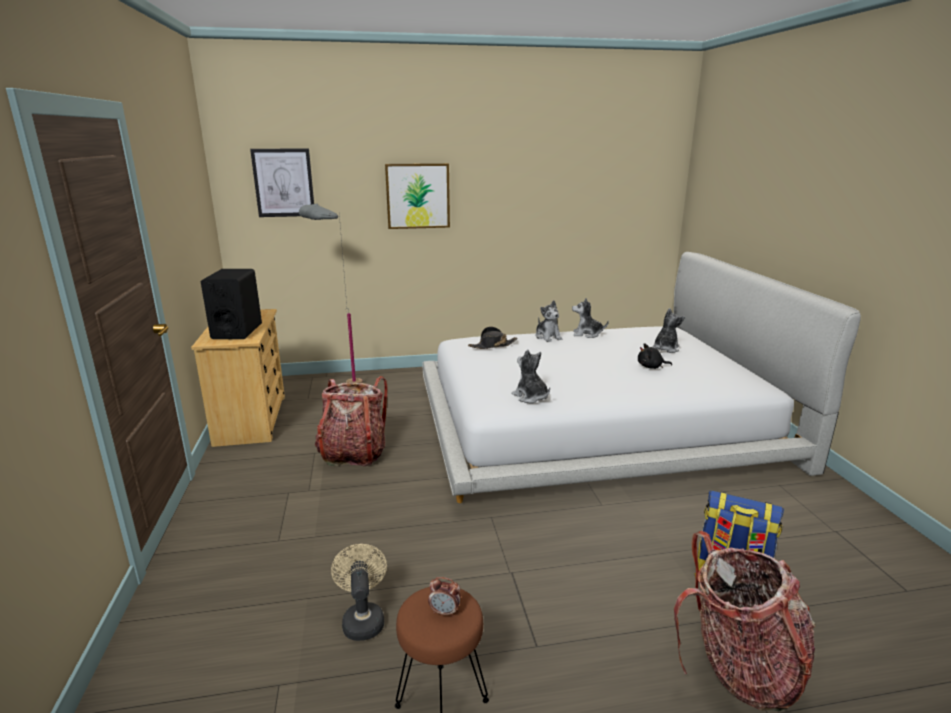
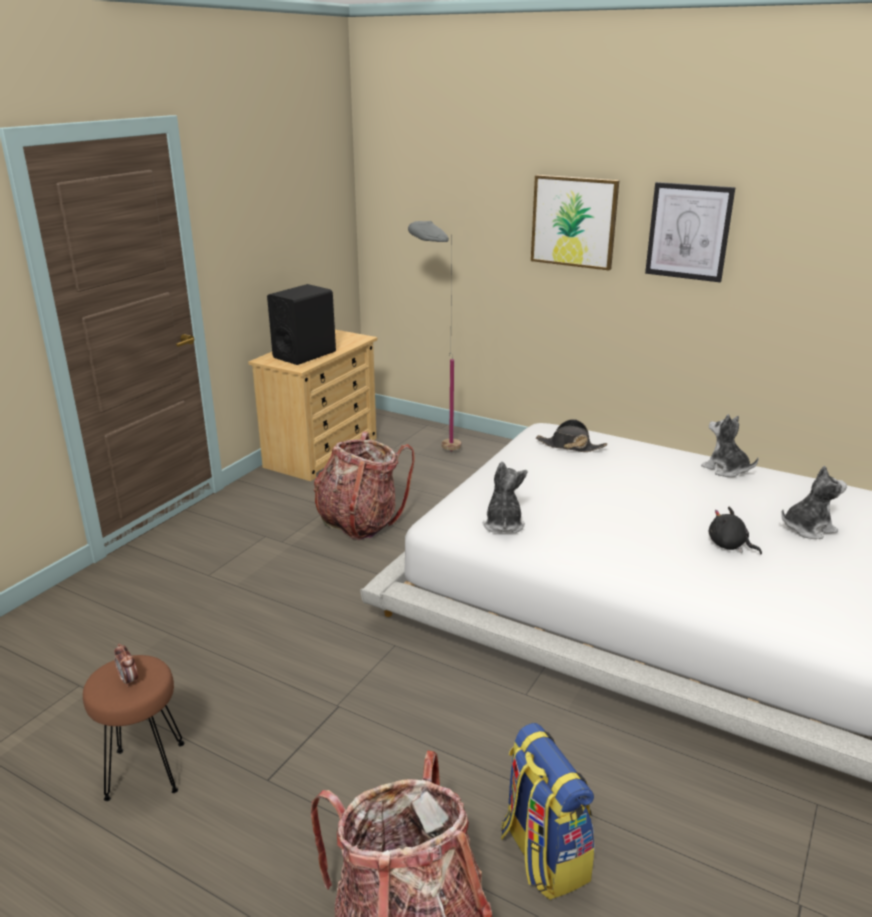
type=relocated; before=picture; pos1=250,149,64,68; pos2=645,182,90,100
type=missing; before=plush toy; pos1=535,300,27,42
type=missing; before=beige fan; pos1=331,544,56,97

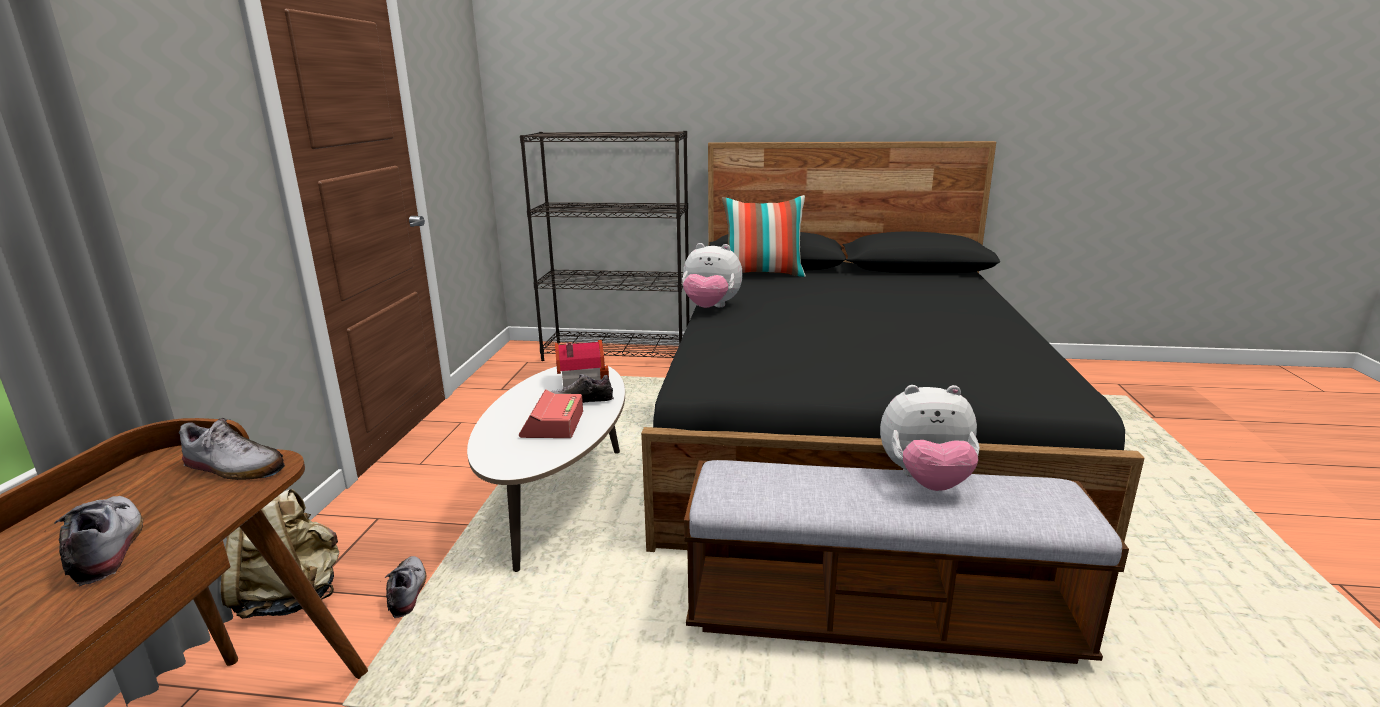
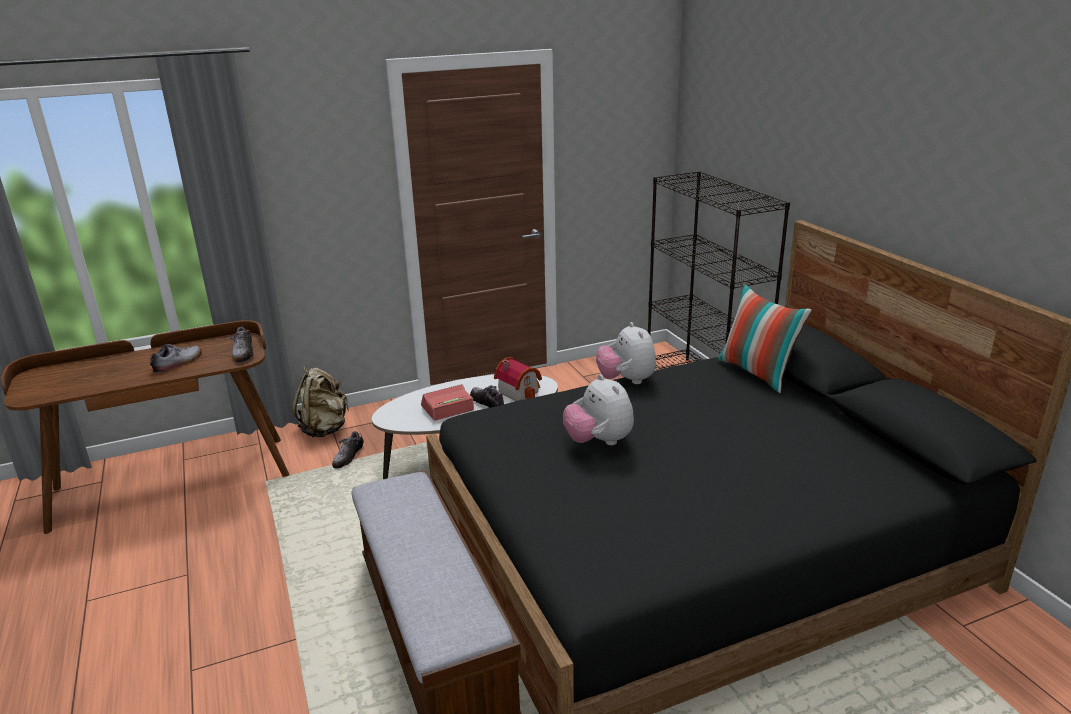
type=relocated; before=plush toy; pos1=880,385,100,106; pos2=563,374,71,71
type=spun; before=shoe; pos1=385,556,41,62; pos2=332,431,32,37; turn=150

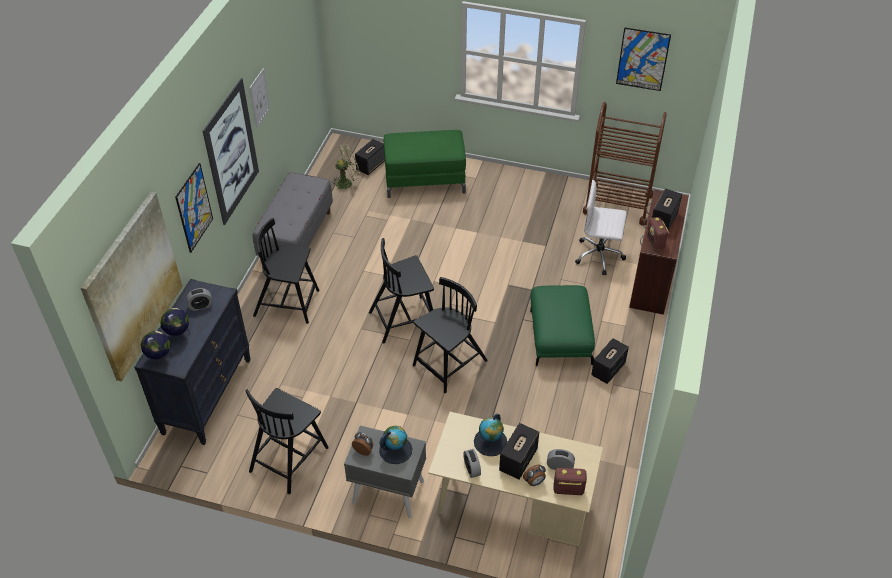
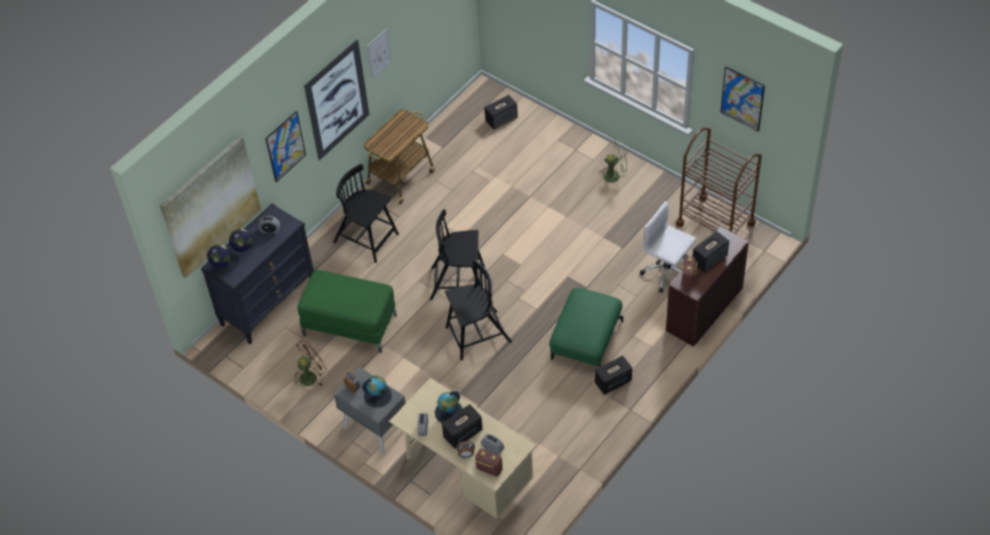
type=relocated; before=green ottoman; pos1=384,130,82,68; pos2=297,270,100,83
type=relocated; before=green fan; pos1=331,144,29,48; pos2=599,141,28,46
type=exchanged; before=grey bench; after=cart; pos1=253,172,80,91; pos2=363,109,72,95
type=exchanged; before=black chair; after=brown fan; pos1=245,388,84,106; pos2=293,340,34,46

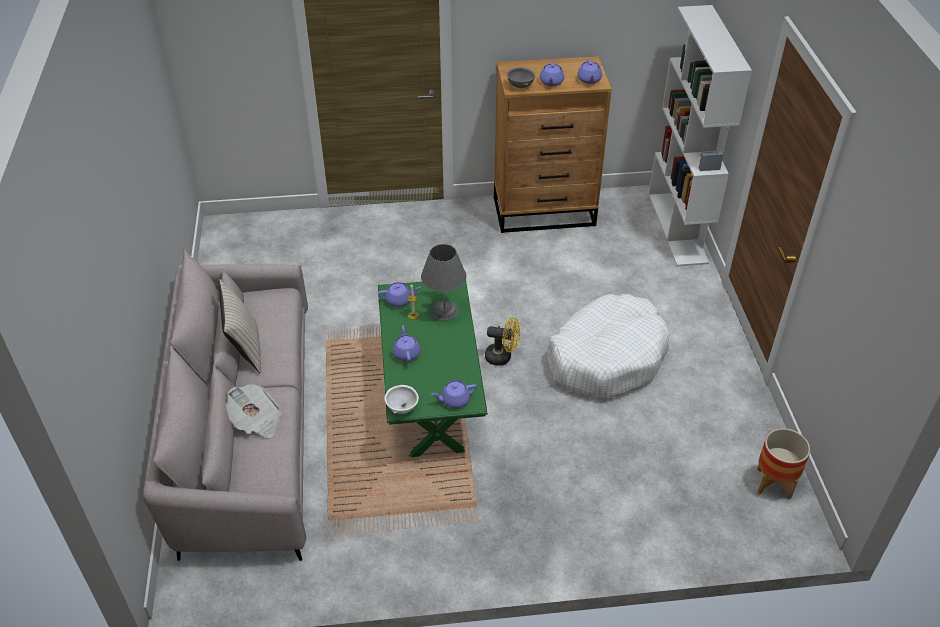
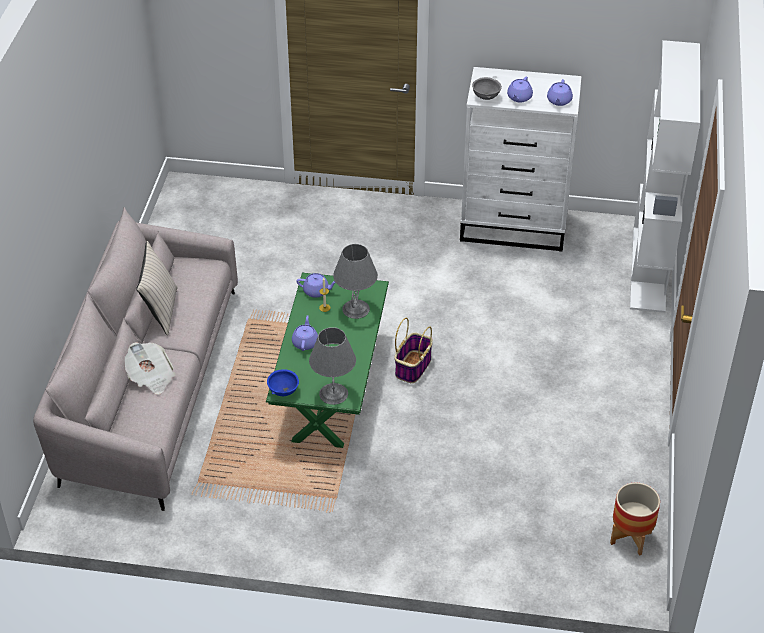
type=colour; before=brown dresser; after=white dresser; pos1=494,56,118,177; pos2=460,67,122,185
type=missing; before=white dog bed; pos1=548,294,122,104
type=exchanged; before=yellow fan; after=basket; pos1=485,317,35,49; pos2=394,318,39,65
type=exchanged; before=purple teapot; after=grey table lamp; pos1=431,380,46,28; pos2=309,327,47,78
type=colour; before=white bowl; after=blue bowl; pos1=385,385,34,29; pos2=267,370,32,26

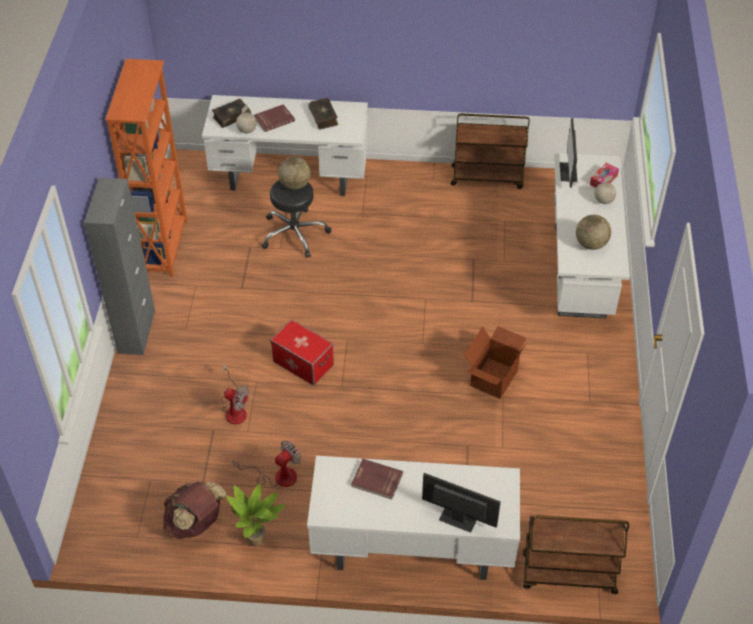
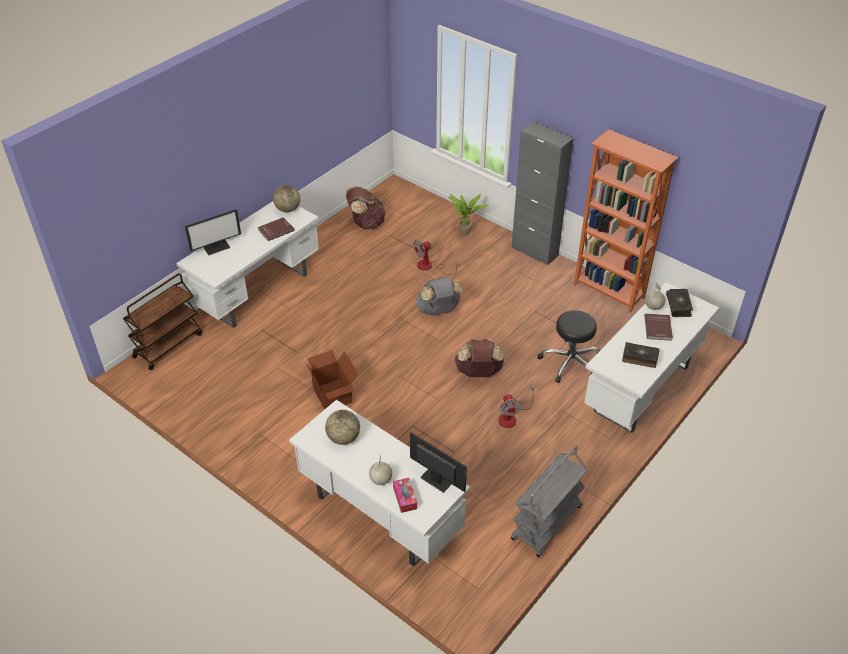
type=colour; before=brown cart; after=grey cart; pos1=451,114,78,75; pos2=511,445,77,112
type=relocated; before=globe; pos1=278,157,33,33; pos2=273,185,27,27
type=exchanged; before=storage box; after=grey backpack; pos1=270,319,64,67; pos2=416,277,47,39
type=relocated; before=fan; pos1=232,441,69,46; pos2=498,385,37,43
type=relocated; before=potted plant; pos1=226,483,60,63; pos2=449,194,40,42
type=appeared; after=brown backpack; pos2=454,339,50,38

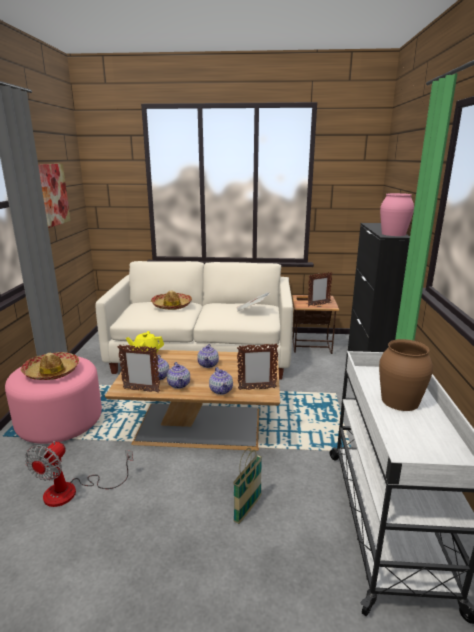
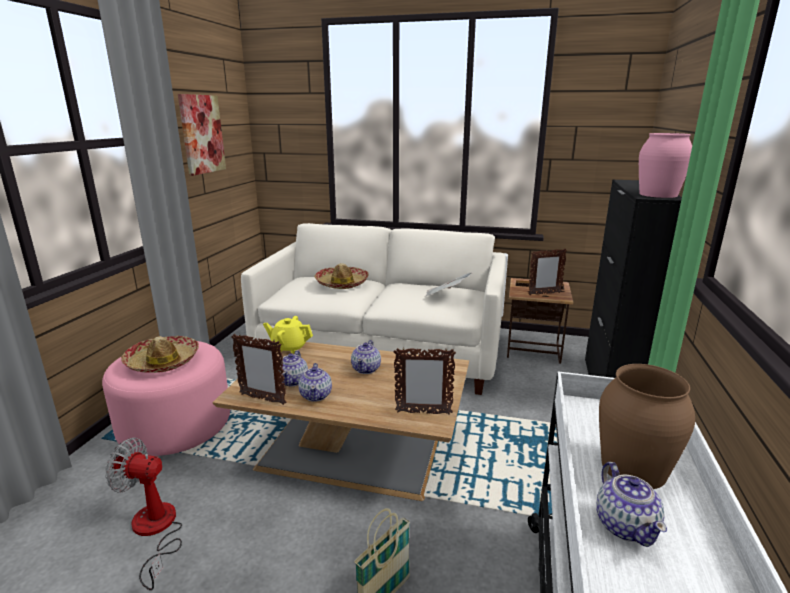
type=relocated; before=teapot; pos1=209,367,24,28; pos2=596,462,71,85
type=spun; before=fan; pos1=25,441,108,66; pos2=105,438,77,152; turn=75

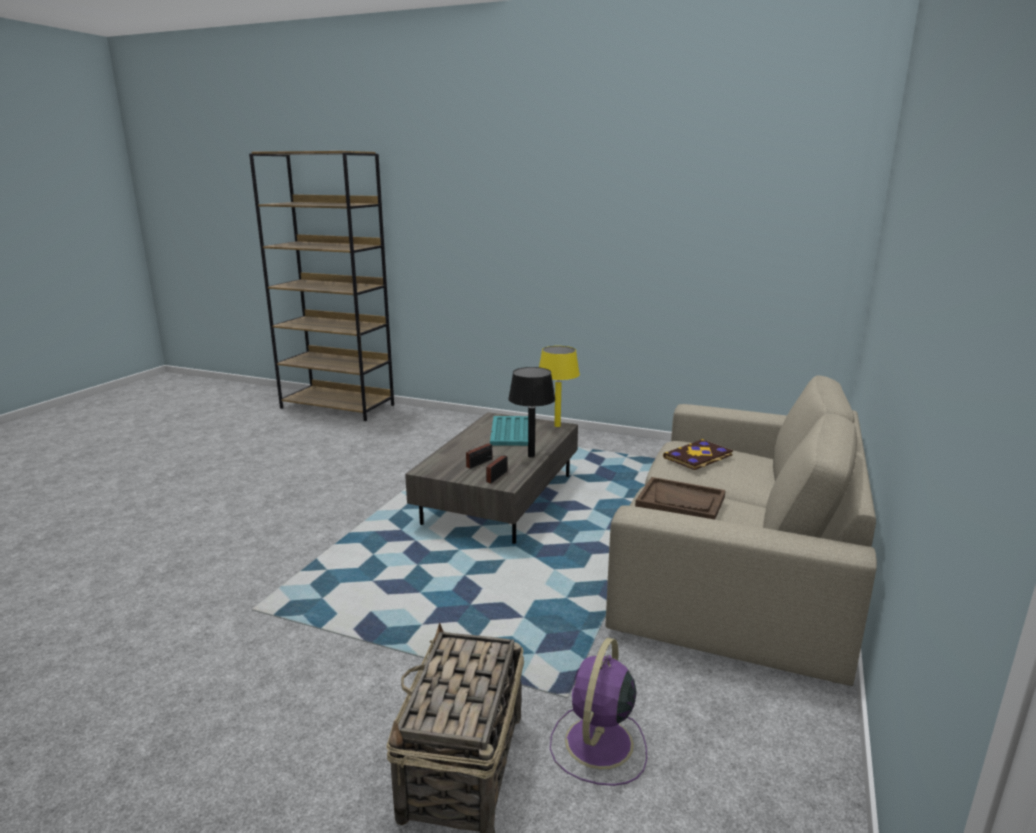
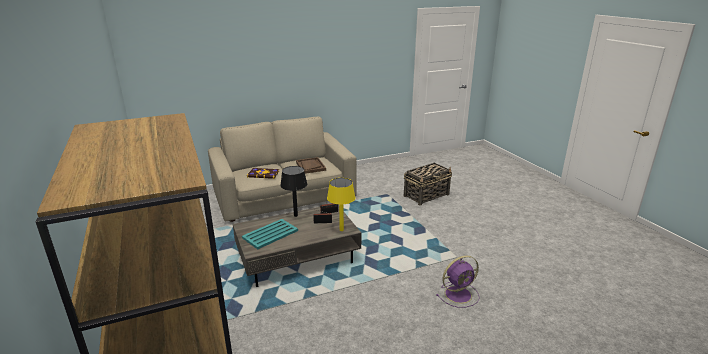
type=relocated; before=yellow table lamp; pos1=539,346,41,81; pos2=327,178,29,53
type=relocated; before=purple fan; pos1=550,638,97,148; pos2=436,255,44,53

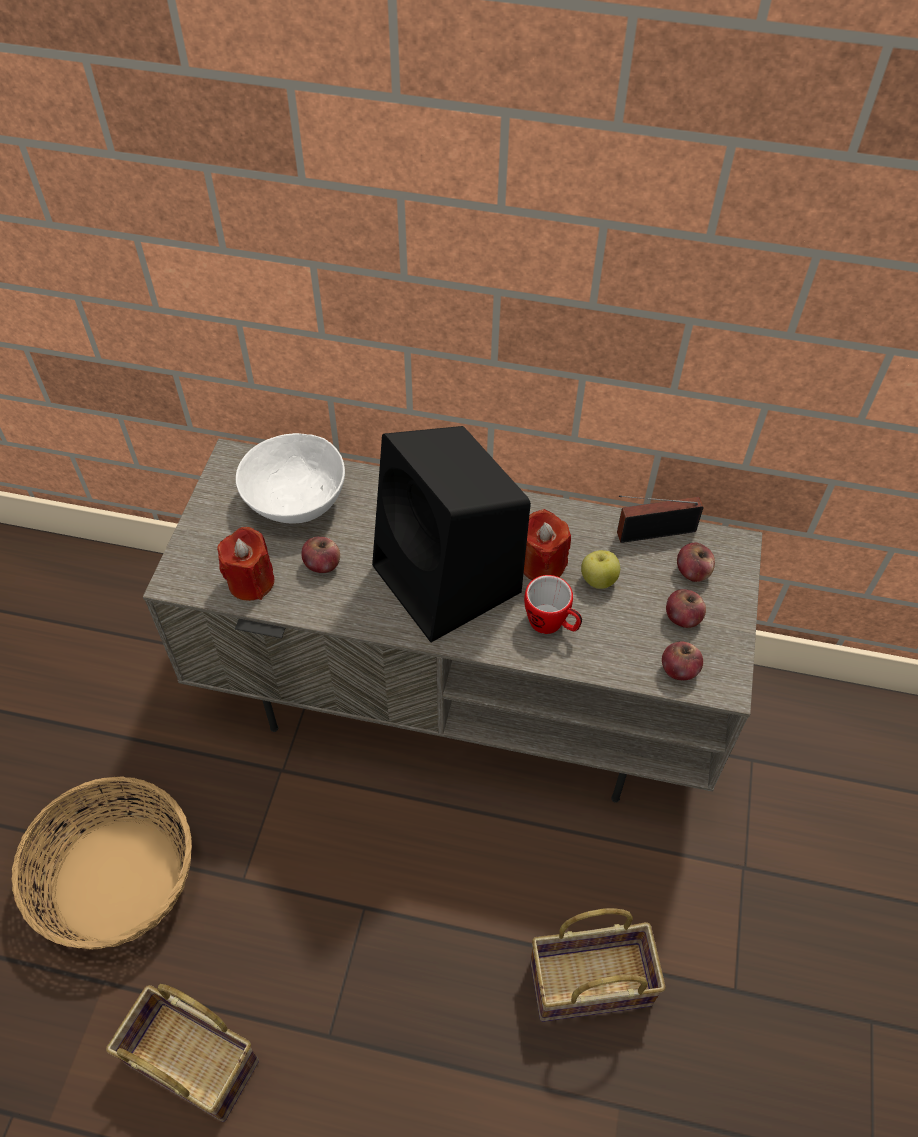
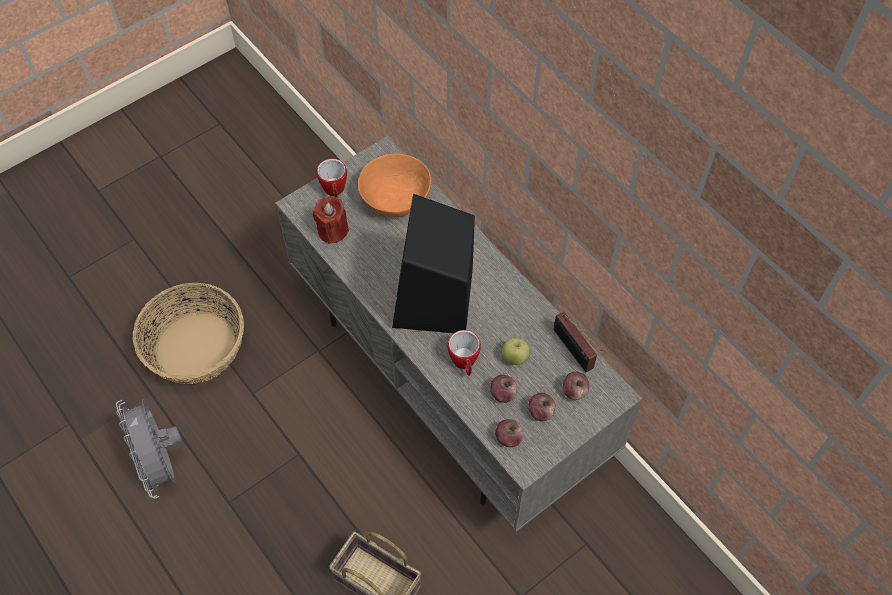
type=colour; before=white bowl; after=orange bowl; pos1=236,433,109,90; pos2=358,154,73,63
type=spun; before=radio; pos1=617,495,87,48; pos2=554,312,48,60; turn=-150
type=missing; before=red candle; pos1=524,509,47,71
type=relocated; before=apple; pos1=301,537,39,36; pos2=490,375,27,28
type=exchanged; before=basket; after=grey fan; pos1=106,984,153,138; pos2=116,399,65,100
type=appeared; after=mug; pos2=317,159,30,38

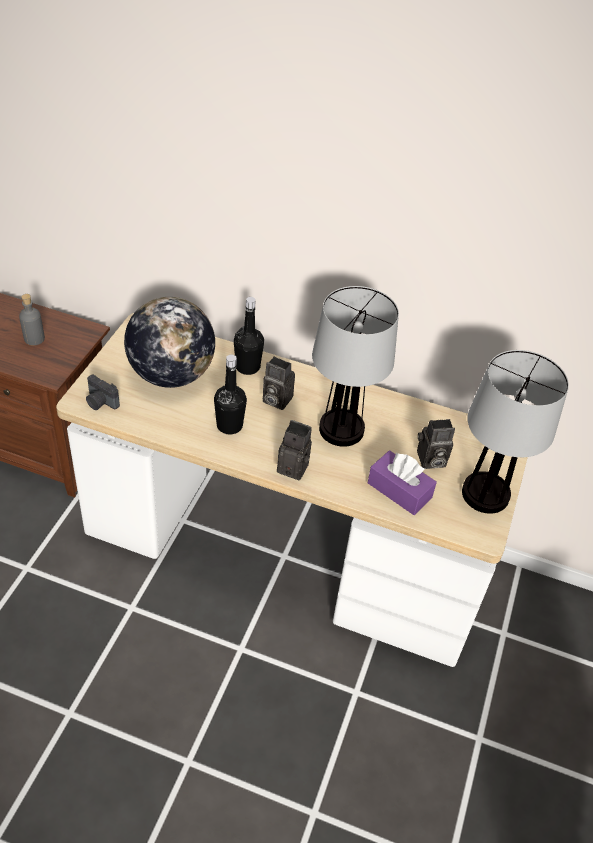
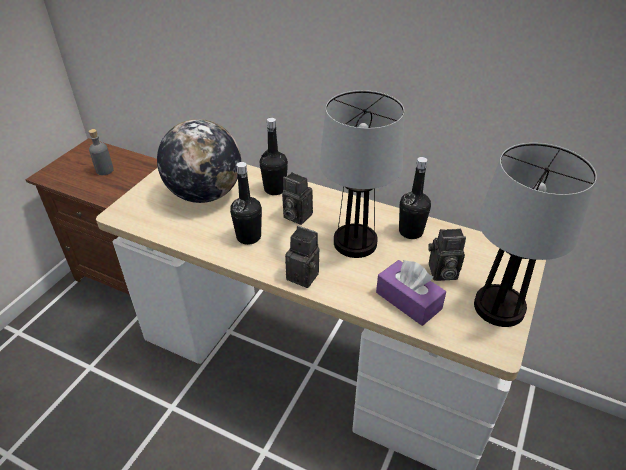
type=missing; before=photo camera; pos1=86,375,34,35
type=appeared; after=black bottle; pos2=399,157,32,82

